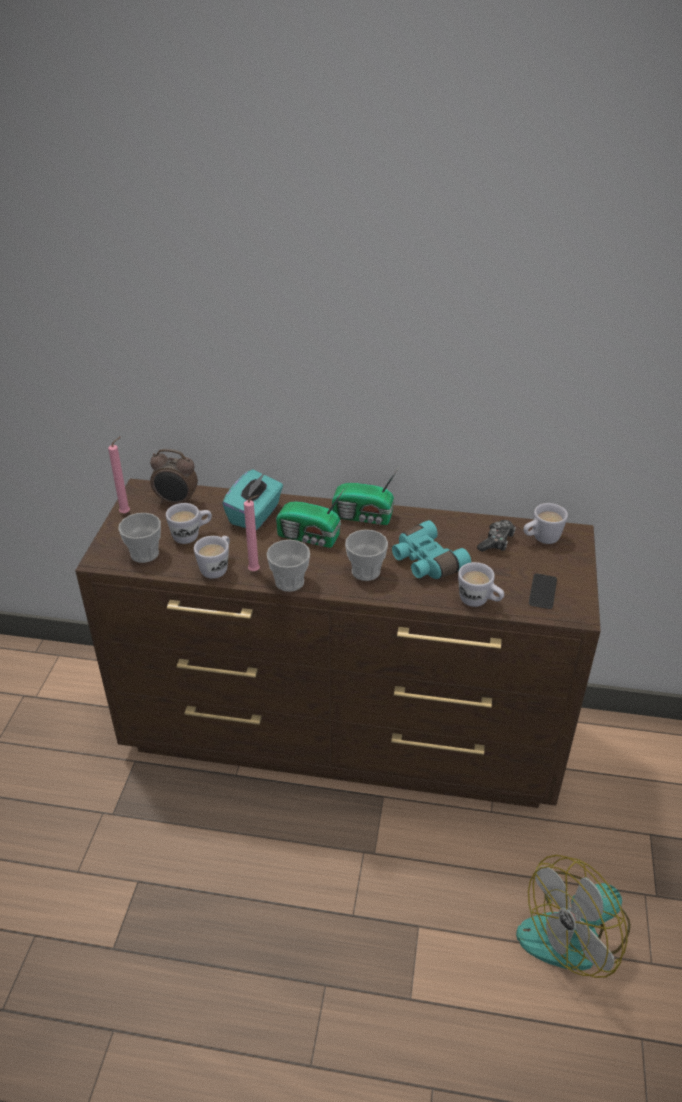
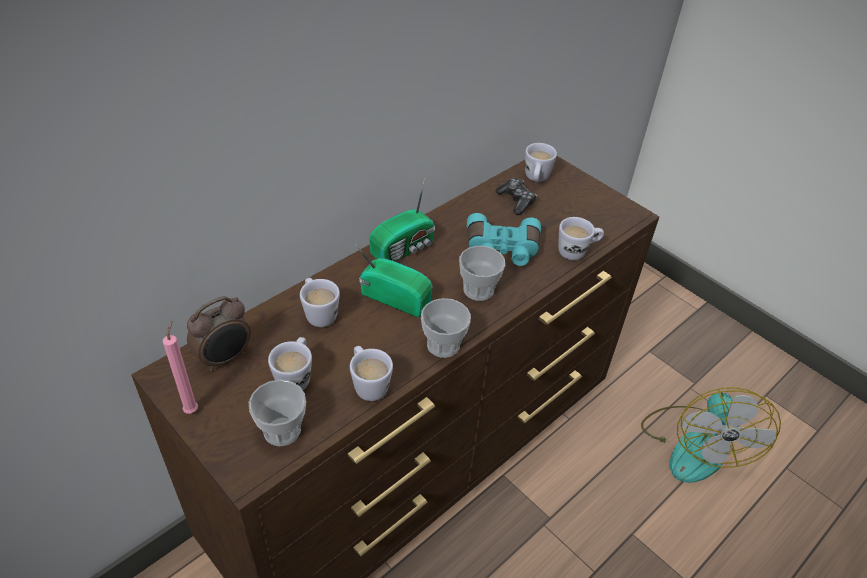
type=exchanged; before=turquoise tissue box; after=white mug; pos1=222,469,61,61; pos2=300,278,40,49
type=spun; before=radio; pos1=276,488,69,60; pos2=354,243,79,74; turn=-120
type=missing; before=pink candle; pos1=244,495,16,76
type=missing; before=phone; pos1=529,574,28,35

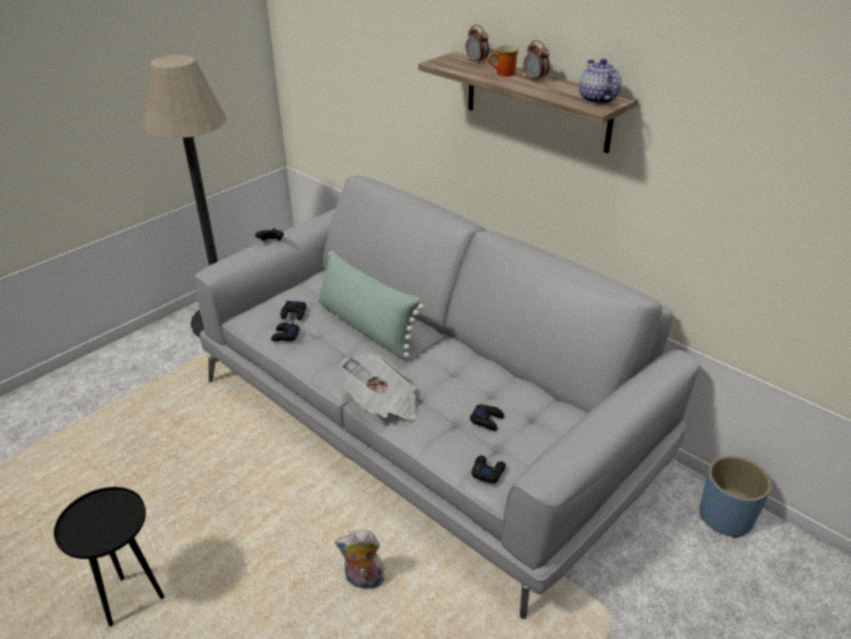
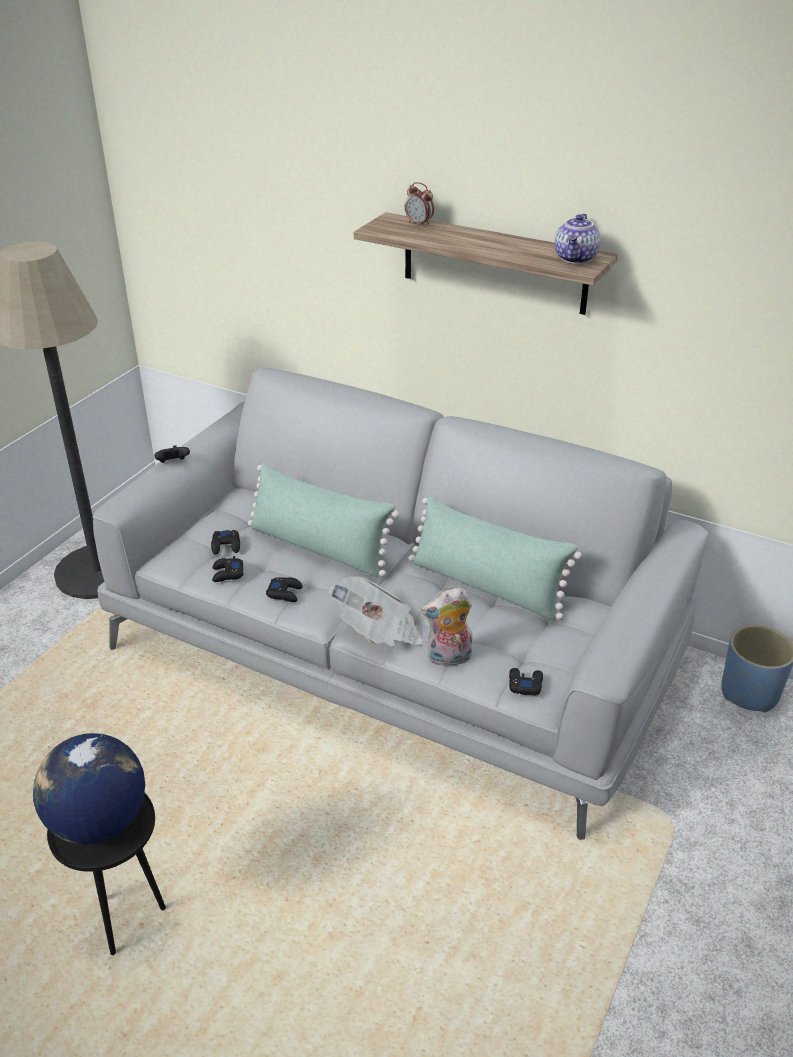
type=missing; before=alarm clock; pos1=524,40,26,42
type=missing; before=mug; pos1=488,45,31,31
type=spun; before=teapot; pos1=579,59,43,45; pos2=555,214,46,50; turn=-135
type=relocated; before=black game controller; pos1=470,404,34,27; pos2=266,577,37,25
type=relocated; before=plush toy; pos1=335,530,50,59; pos2=421,587,52,81
type=appeared; after=green pillow; pos2=409,496,173,125
type=appeared; after=globe; pos2=33,733,112,111

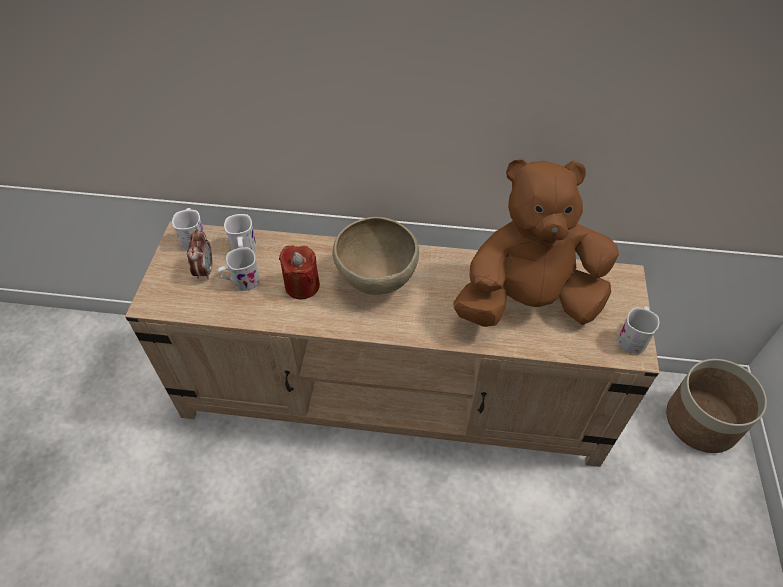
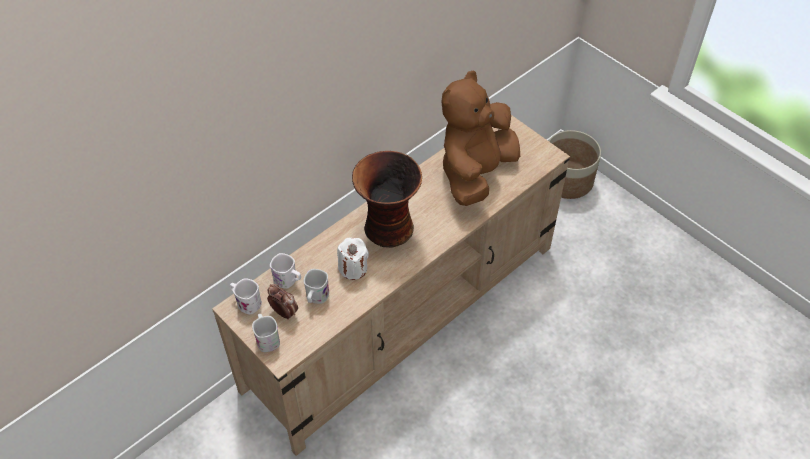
type=exchanged; before=brown bowl; after=vase; pos1=332,217,87,78; pos2=352,151,70,97
type=colour; before=red candle; after=white candle; pos1=279,246,41,54; pos2=337,238,32,42
type=relocated; before=white mug; pos1=618,306,41,48; pos2=252,314,28,38

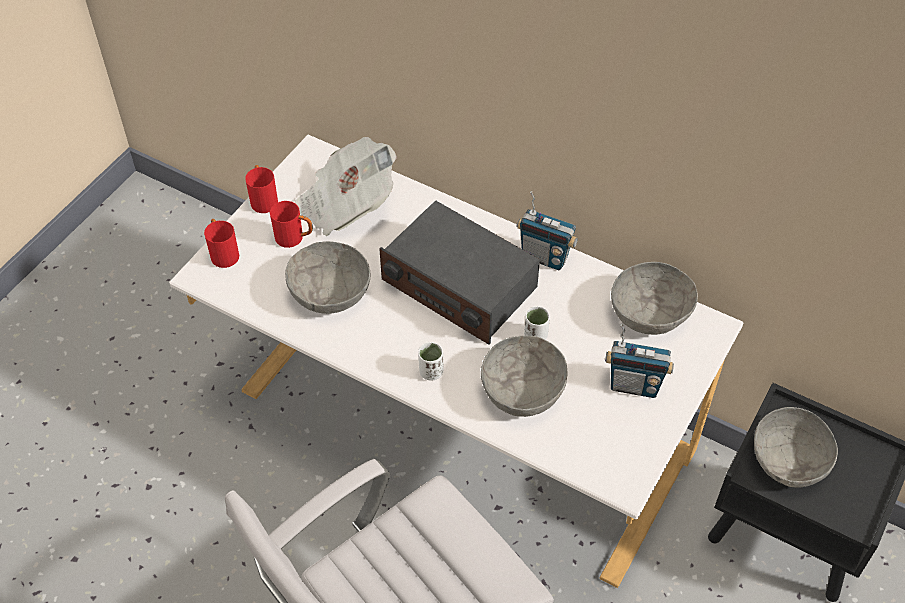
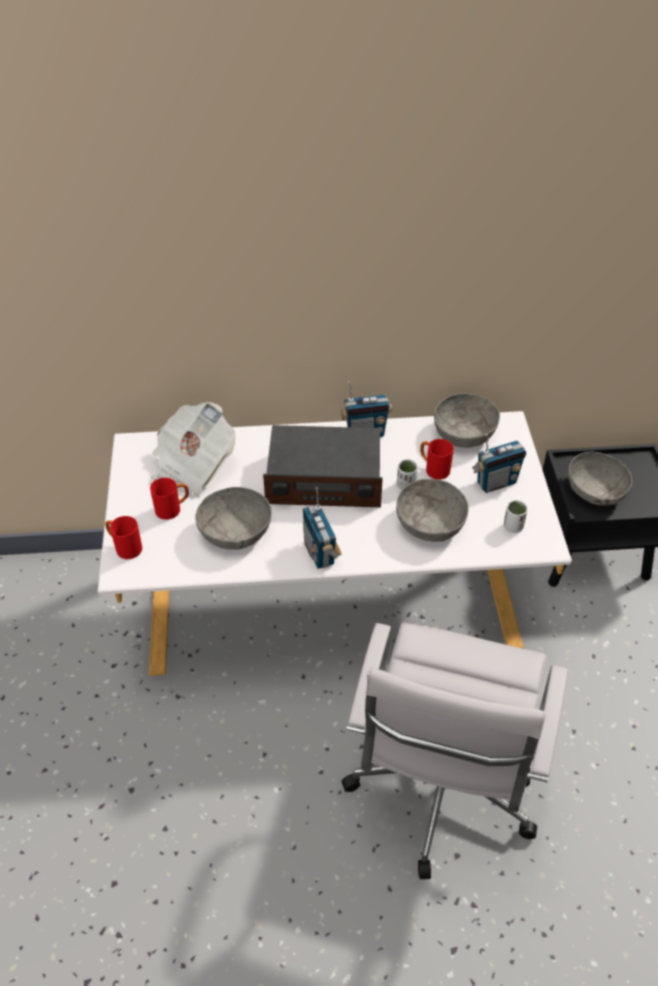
type=relocated; before=red mug; pos1=245,165,33,48; pos2=420,439,34,41
type=relocated; before=white cup; pos1=418,342,25,39; pos2=504,500,24,33
type=appeared; after=radio; pos2=303,487,39,82

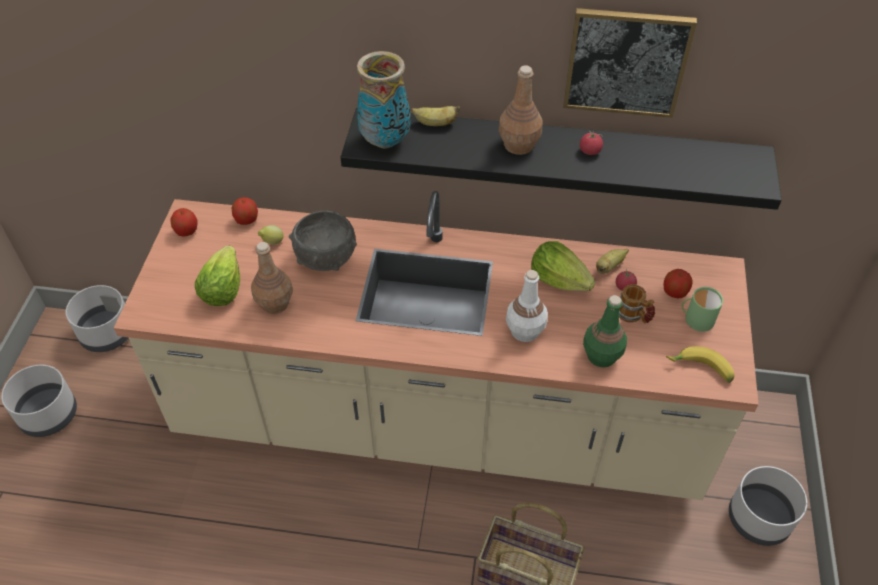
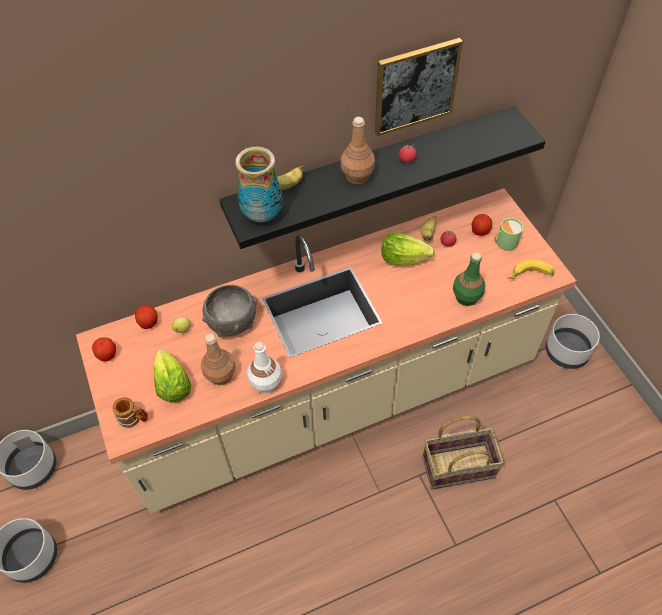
type=relocated; before=white bottle; pos1=506,270,42,72; pos2=247,342,35,51
type=relocated; before=mug; pos1=619,284,36,39; pos2=113,397,35,31

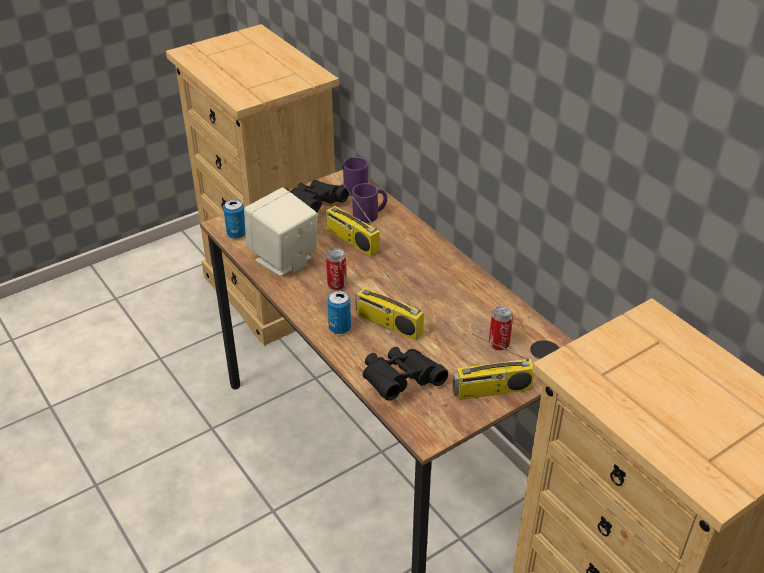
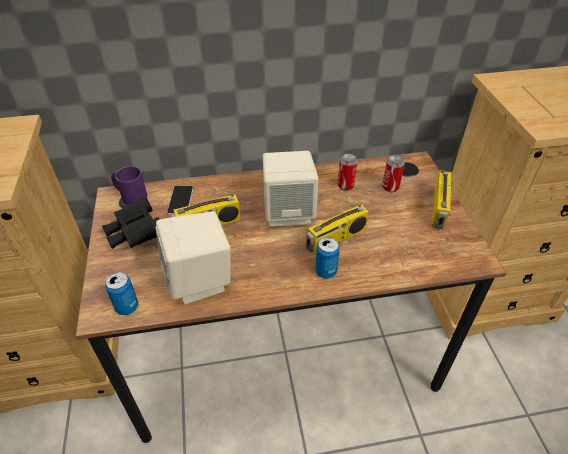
type=exchanged; before=purple mug; after=phone; pos1=352,183,35,40; pos2=167,186,26,29
type=relocated; before=can; pos1=326,248,21,42; pos2=337,154,21,37
type=missing; before=black binoculars; pos1=363,347,85,54
type=appeared; after=beige speaker; pos2=263,151,55,76

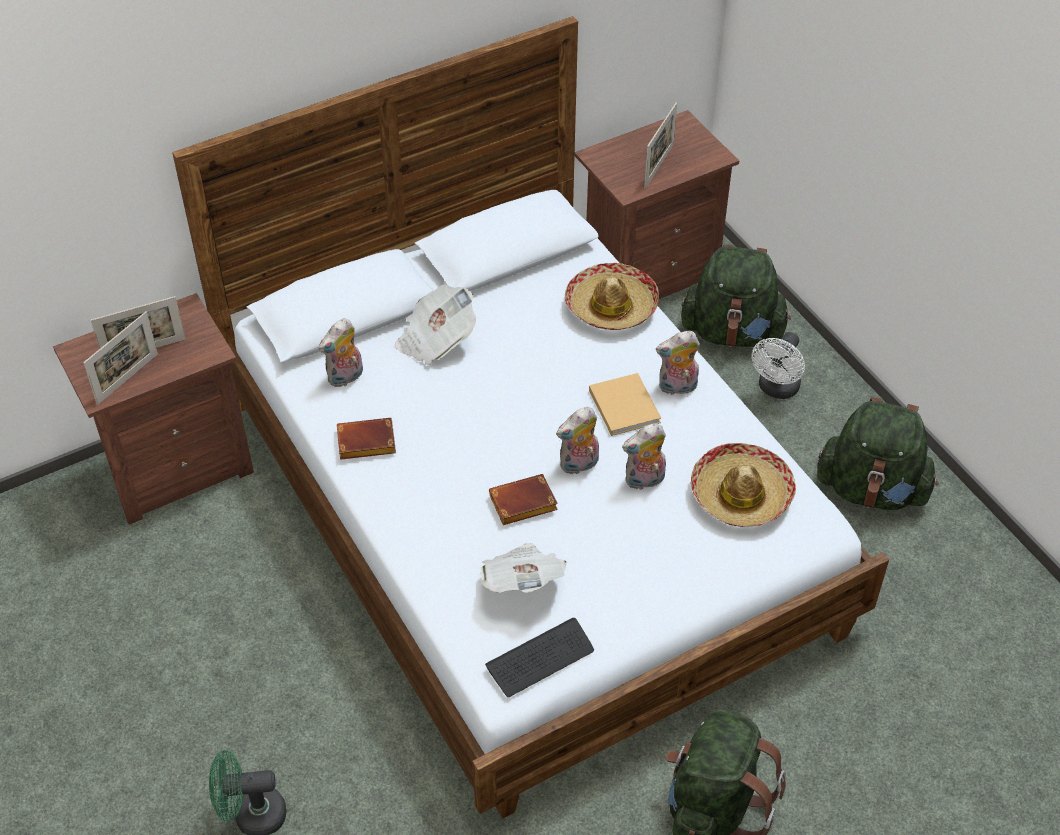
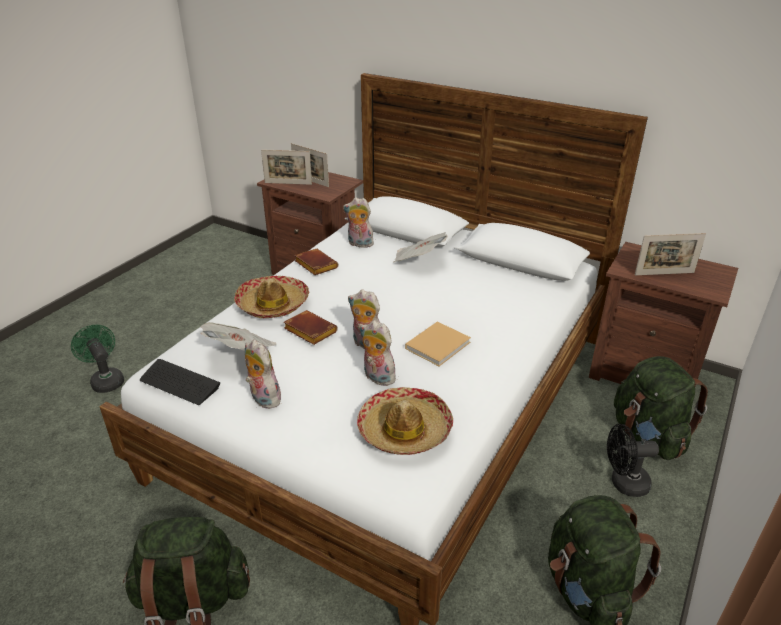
type=relocated; before=hat; pos1=565,263,94,67; pos2=234,276,75,42
type=relocated; before=plush toy; pos1=656,331,44,64; pos2=245,340,36,69
type=colour; before=white fan; after=black fan; pos1=752,332,53,67; pos2=607,424,52,73

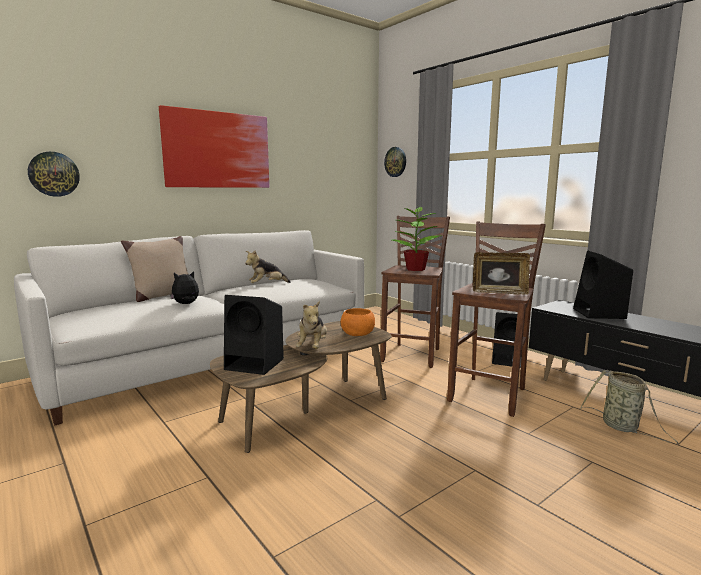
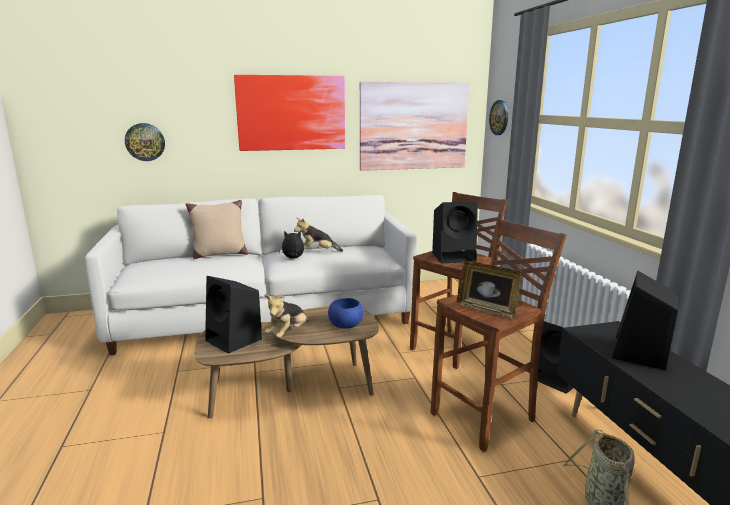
type=exchanged; before=potted plant; after=black speaker; pos1=392,207,49,64; pos2=432,202,46,61
type=relocated; before=plush toy; pos1=170,271,29,33; pos2=279,231,25,28
type=colour; before=orange bowl; after=blue bowl; pos1=341,308,34,28; pos2=328,298,36,31
type=appeared; after=picture; pos2=360,82,109,89

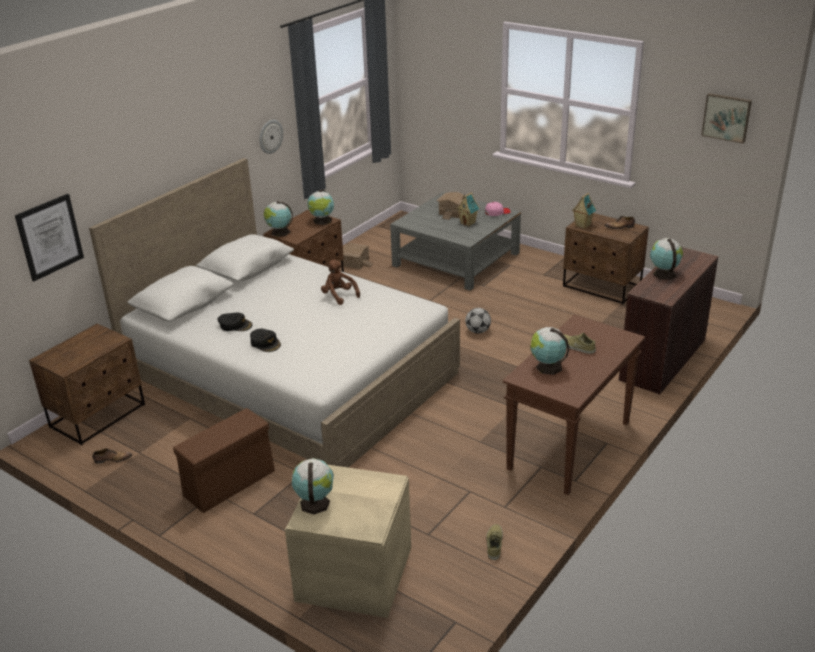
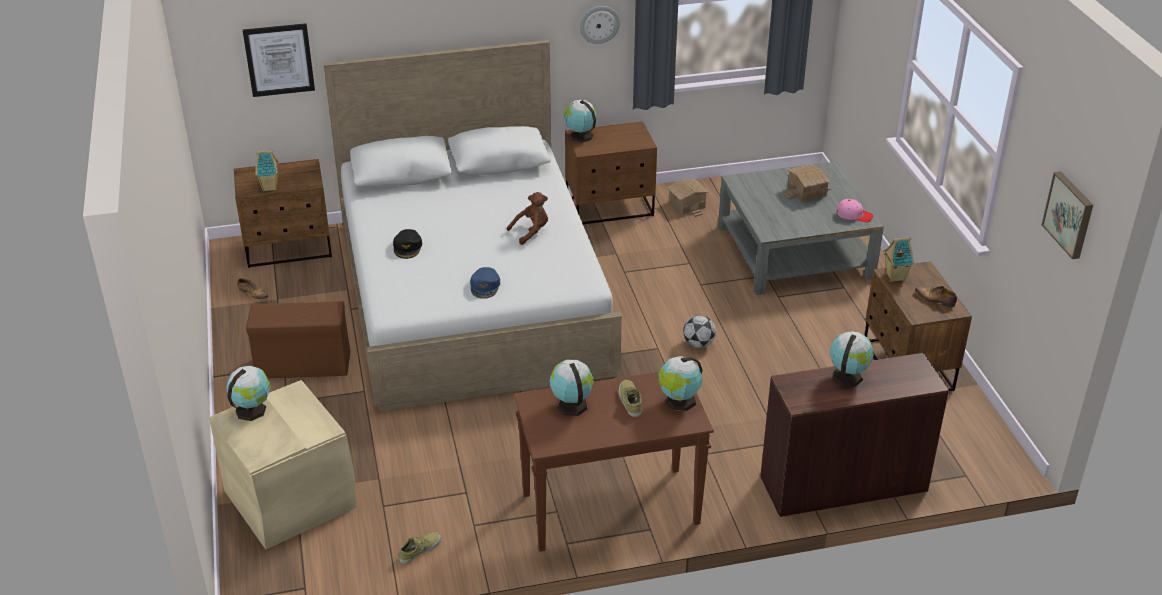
type=relocated; before=globe; pos1=307,190,27,35; pos2=658,356,44,55
type=relocated; before=toy house; pos1=456,192,24,34; pos2=255,149,23,42
type=spun; before=brown plush toy; pos1=321,259,39,46; pos2=507,192,41,53; turn=60
type=missing; before=black cap; pos1=217,313,35,18
type=appeared; after=blue cap; pos2=470,267,30,32

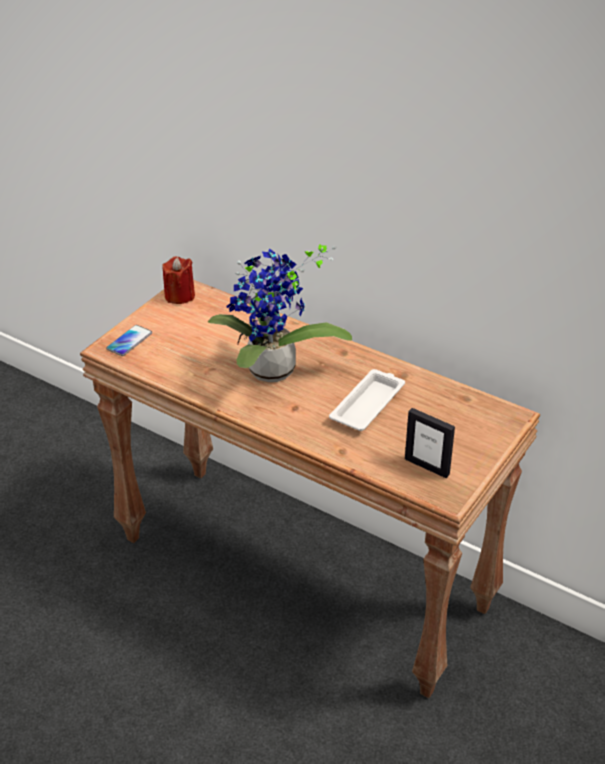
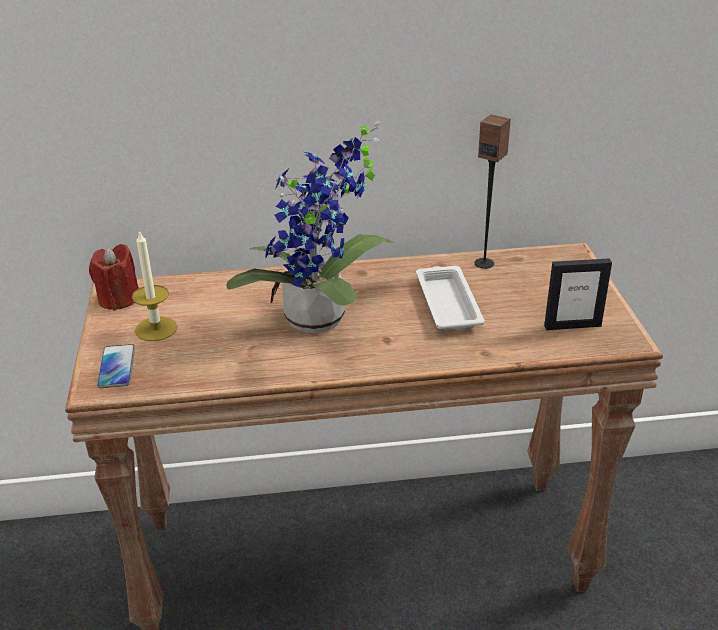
type=appeared; after=speaker; pos2=475,115,36,154
type=appeared; after=candle; pos2=132,230,46,111

